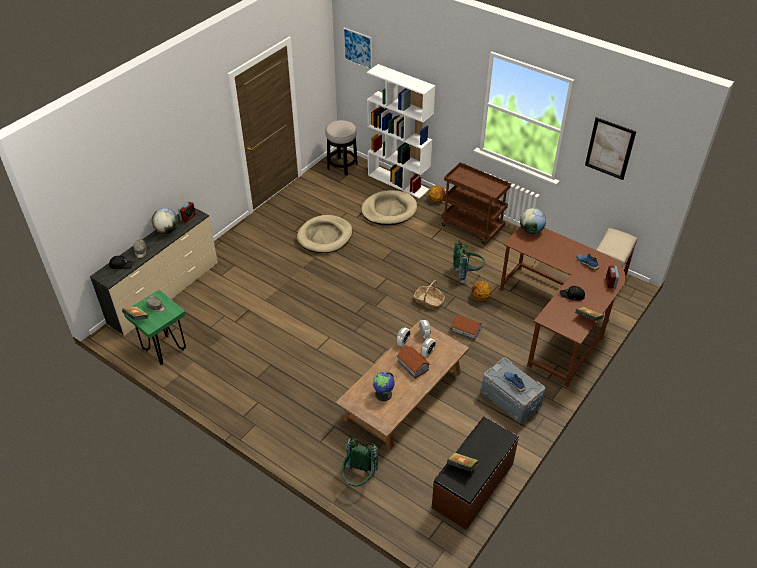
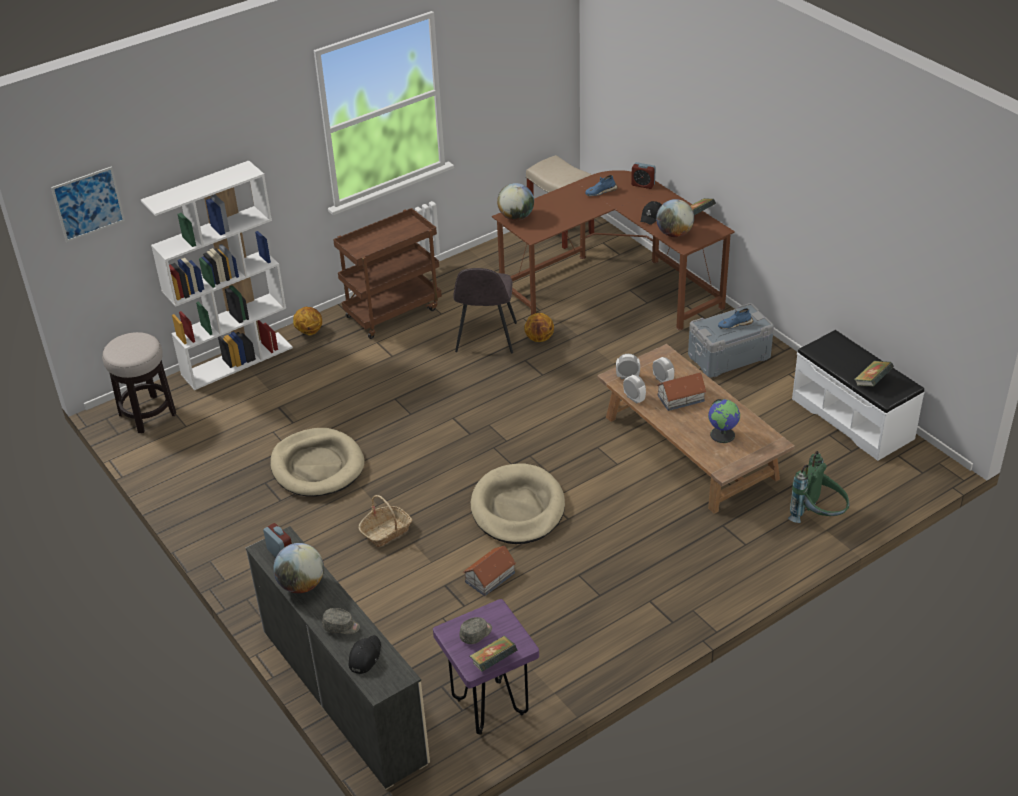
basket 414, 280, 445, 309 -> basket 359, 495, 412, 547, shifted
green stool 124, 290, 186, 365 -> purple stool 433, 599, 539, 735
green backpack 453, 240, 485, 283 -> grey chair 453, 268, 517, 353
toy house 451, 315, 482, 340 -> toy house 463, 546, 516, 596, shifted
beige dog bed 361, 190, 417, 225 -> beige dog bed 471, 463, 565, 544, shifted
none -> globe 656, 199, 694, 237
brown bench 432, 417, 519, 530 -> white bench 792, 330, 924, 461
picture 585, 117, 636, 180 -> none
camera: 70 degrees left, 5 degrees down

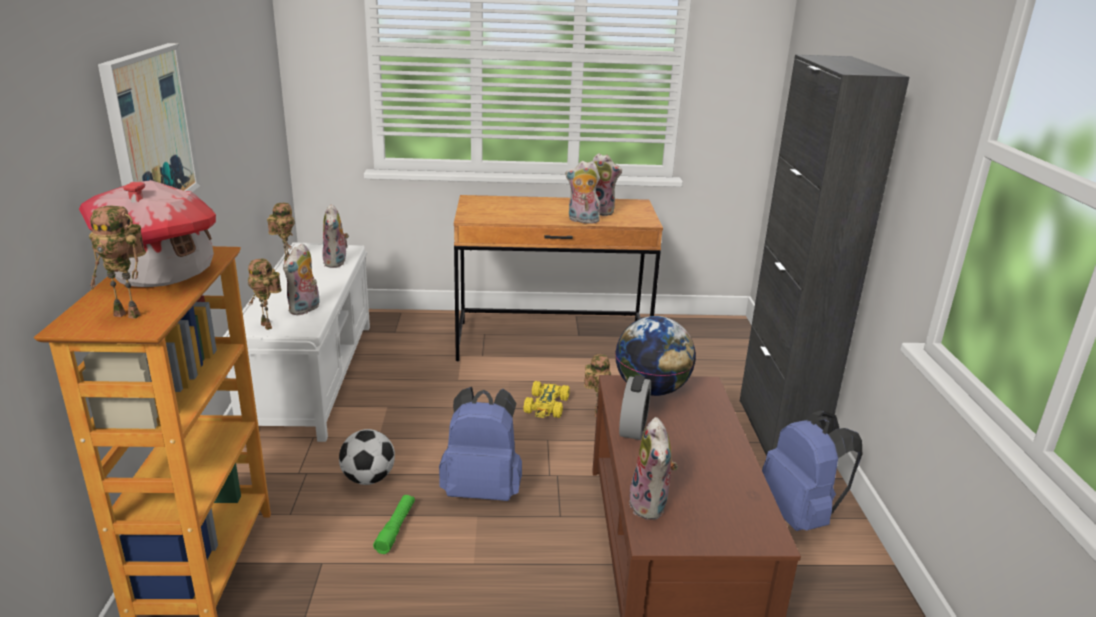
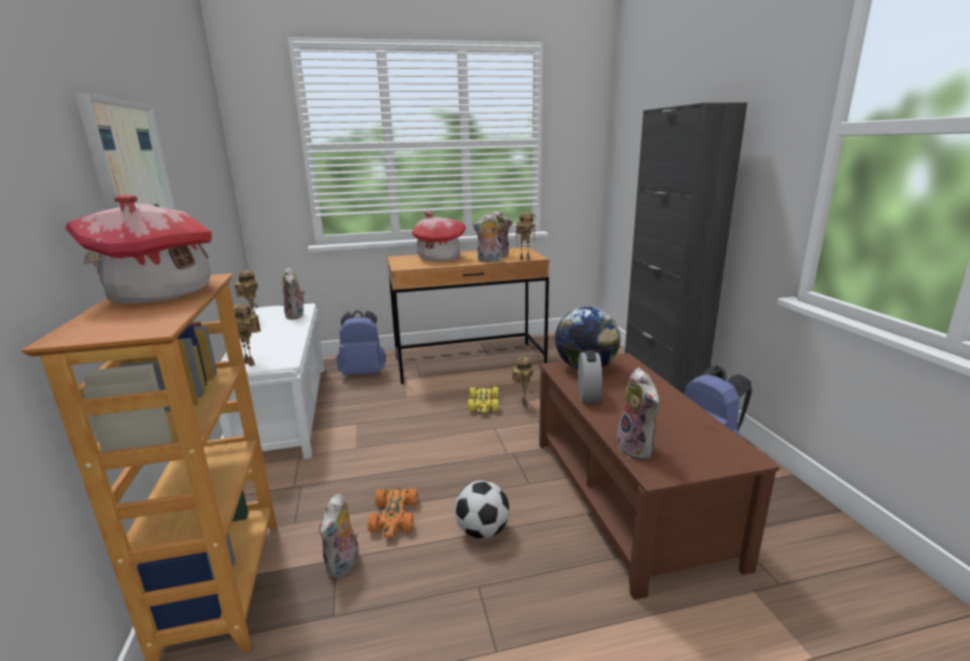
plush toy 283, 243, 320, 315 -> plush toy 319, 494, 359, 579, shifted
blue backpack 439, 387, 522, 501 -> blue backpack 336, 310, 385, 375, shifted
green flashlight 373, 495, 415, 554 -> orange toy car 368, 488, 418, 537
none -> toy house 412, 211, 466, 261
football 339, 429, 395, 485 -> football 454, 480, 510, 539, shifted
toy robot 89, 206, 146, 319 -> toy robot 516, 213, 536, 261, shifted
camera: 10 degrees left, 5 degrees down

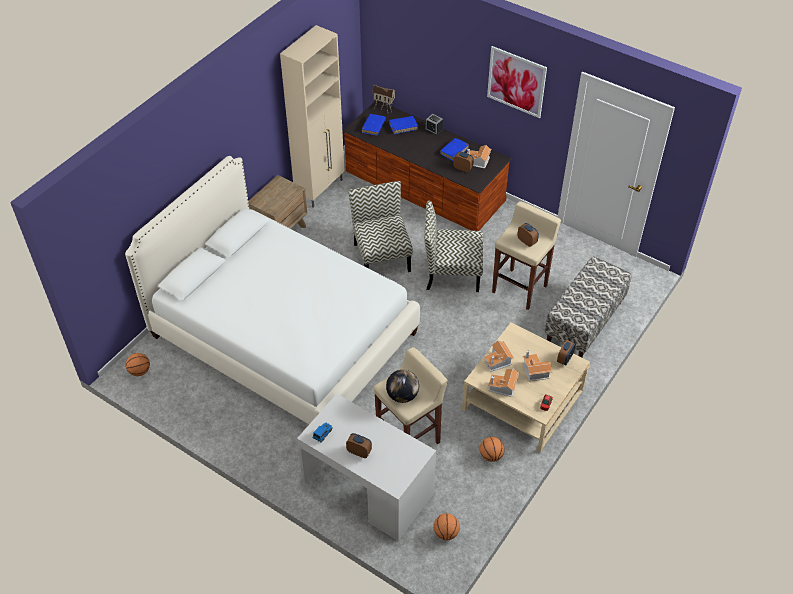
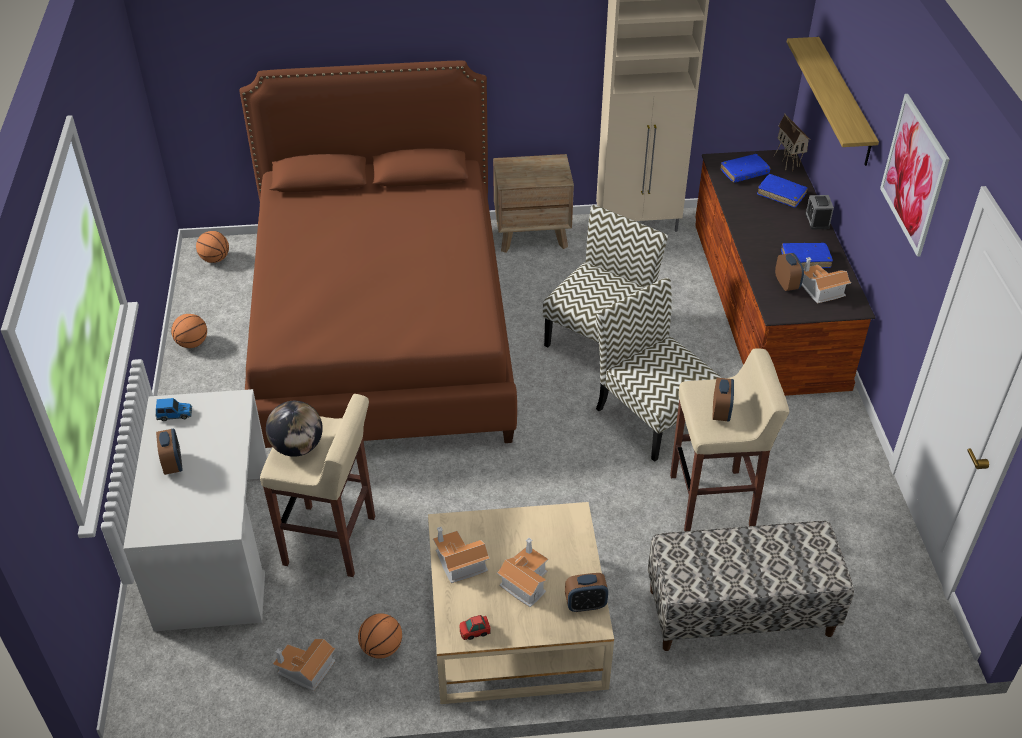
basketball 433, 513, 460, 540 -> basketball 171, 314, 207, 348, shifted
white bed 125, 156, 420, 424 -> brown bed 239, 61, 517, 448
toy house 484, 340, 514, 372 -> toy house 273, 639, 336, 691, shifted
none -> shelf 787, 37, 879, 166
camera: 50 degrees right, 5 degrees down

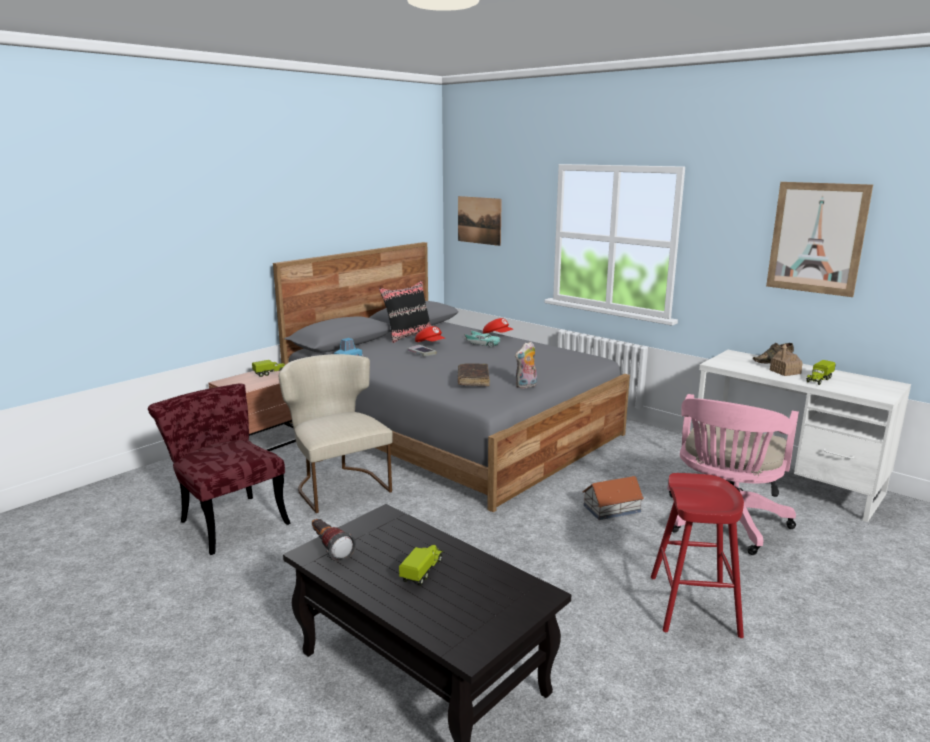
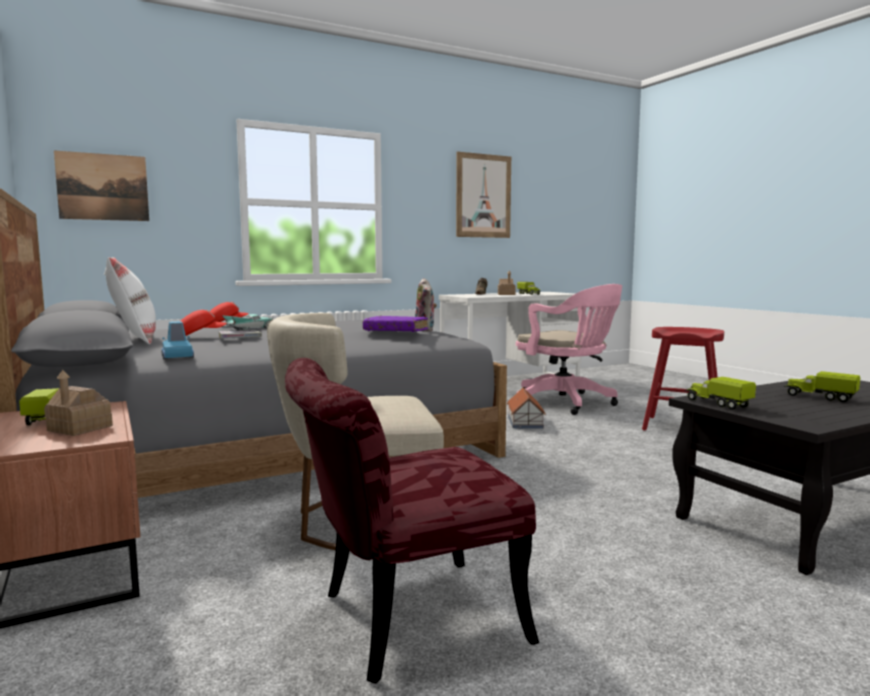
none -> toy house 44, 370, 113, 436
black pillow 379, 281, 431, 343 -> white pillow 104, 257, 156, 344
brown book 458, 364, 490, 386 -> purple book 363, 316, 428, 332
none -> toy truck 685, 377, 756, 410
flashlight 312, 519, 356, 562 -> none
camera: 70 degrees left, 10 degrees down

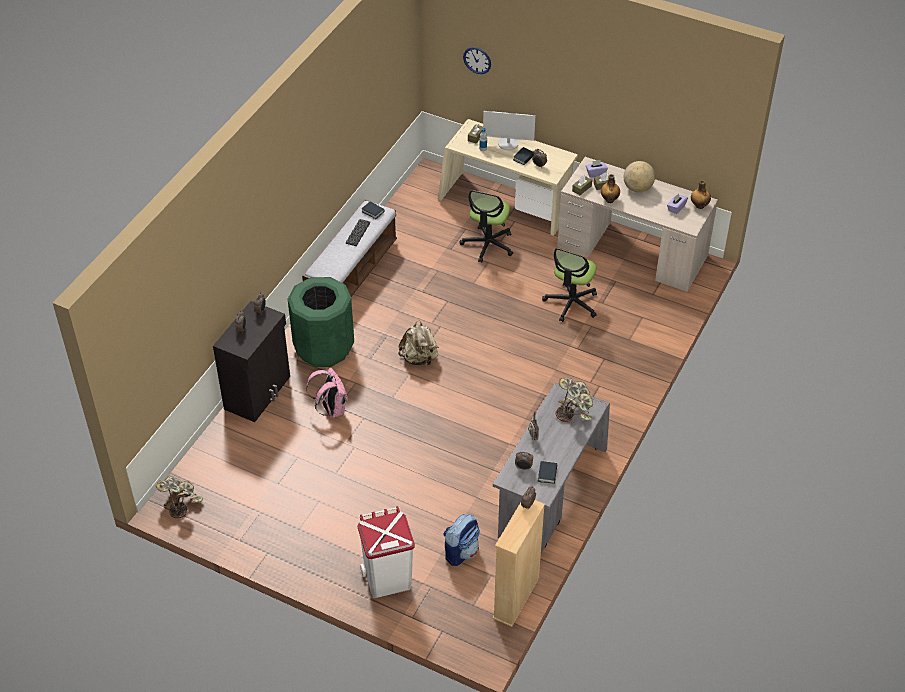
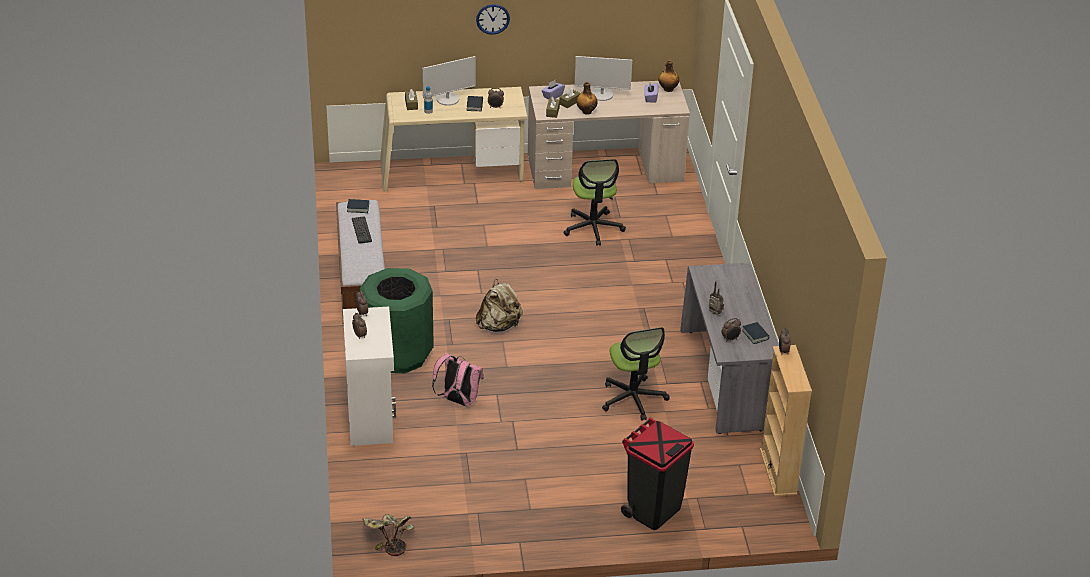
black cabinet 213, 301, 290, 422 -> white cabinet 343, 307, 396, 446
wall clock 463, 47, 491, 74 -> wall clock 476, 4, 510, 35, shifted
globe 624, 161, 655, 193 -> monitor 575, 56, 632, 101
office chair 460, 190, 513, 263 -> office chair 602, 327, 670, 421, shifted
white trash can 358, 506, 415, 598 -> black trash can 621, 418, 694, 530
backpack 443, 514, 480, 566 -> none
potted plant 555, 378, 593, 422 -> none
camera: 35 degrees left, 10 degrees down

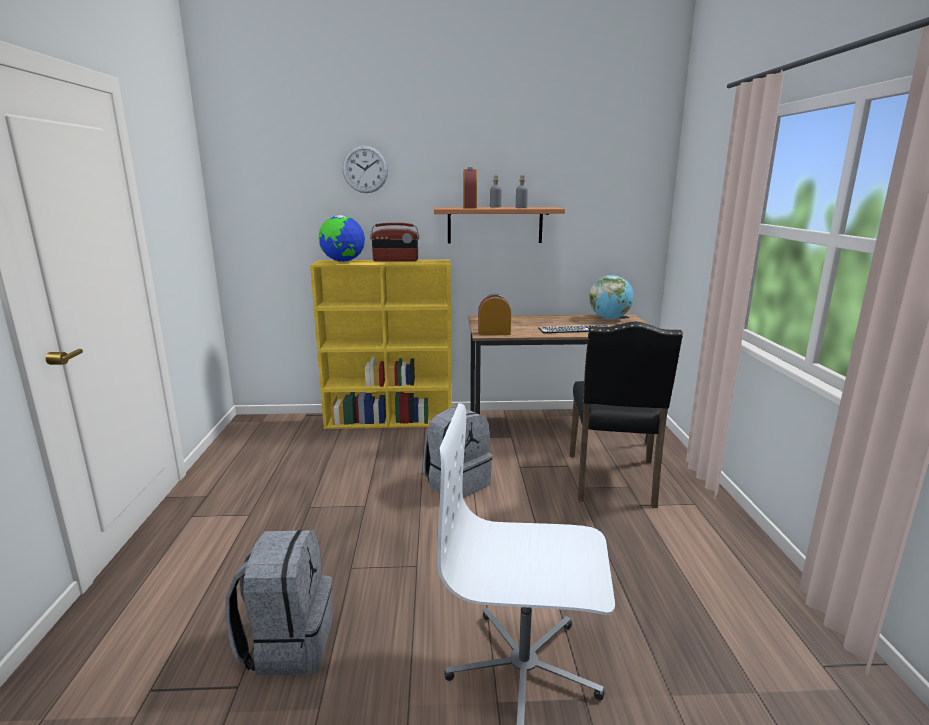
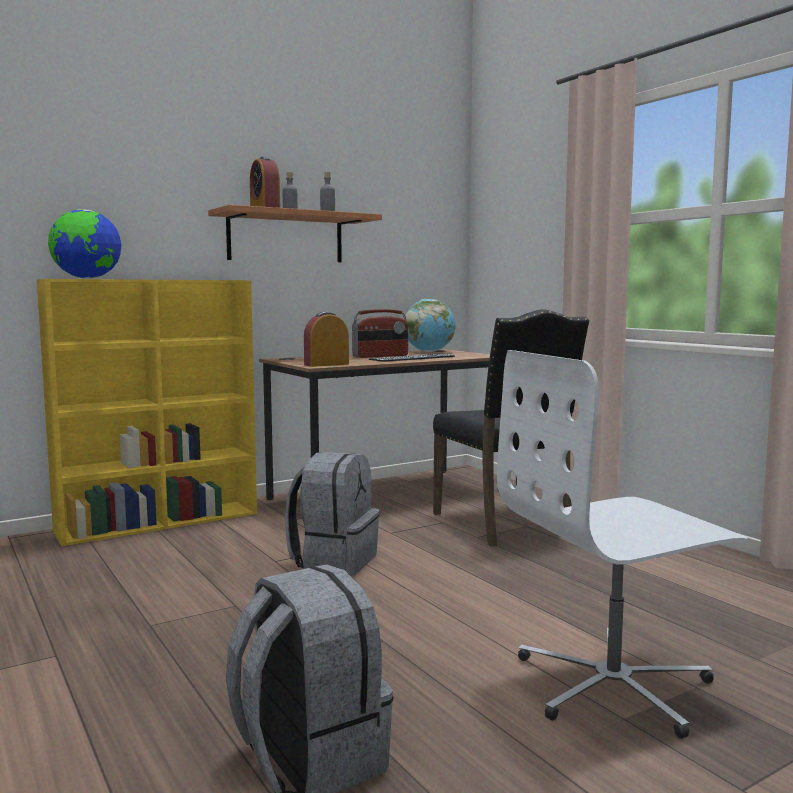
radio 370, 223, 419, 262 -> radio 352, 309, 408, 358, shifted
wall clock 342, 145, 388, 193 -> none
camera: 30 degrees left, 10 degrees down

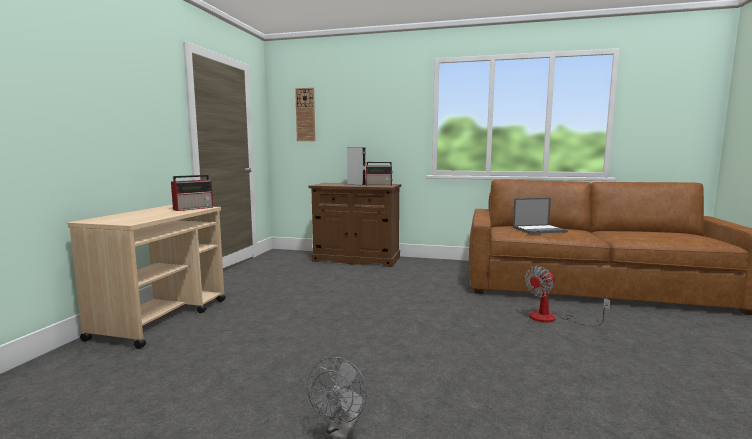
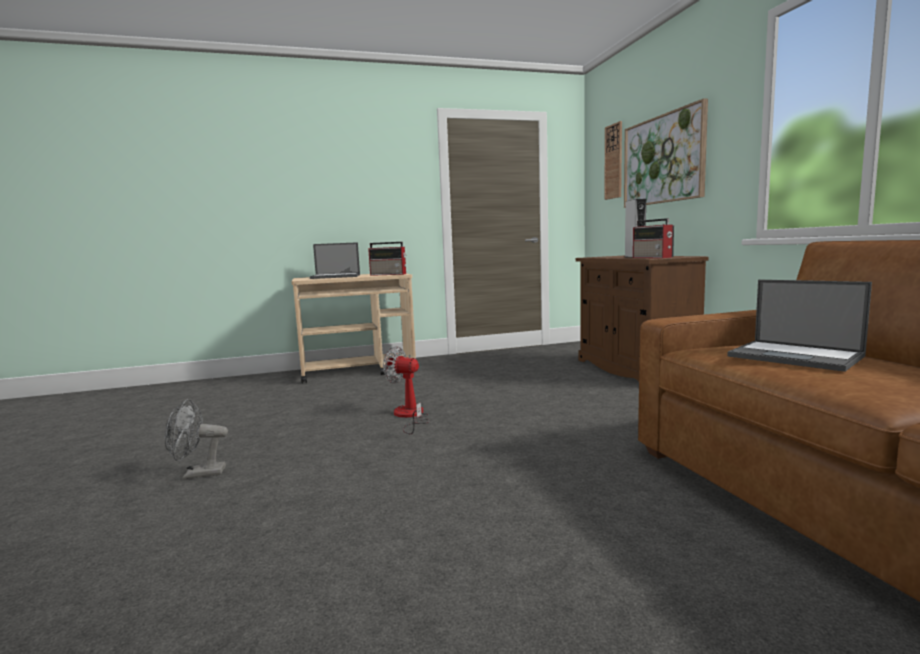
none -> laptop 310, 242, 360, 279
fan 525, 266, 611, 326 -> fan 383, 346, 429, 434, shifted
none -> picture 624, 98, 708, 208
camera: 60 degrees right, 0 degrees up

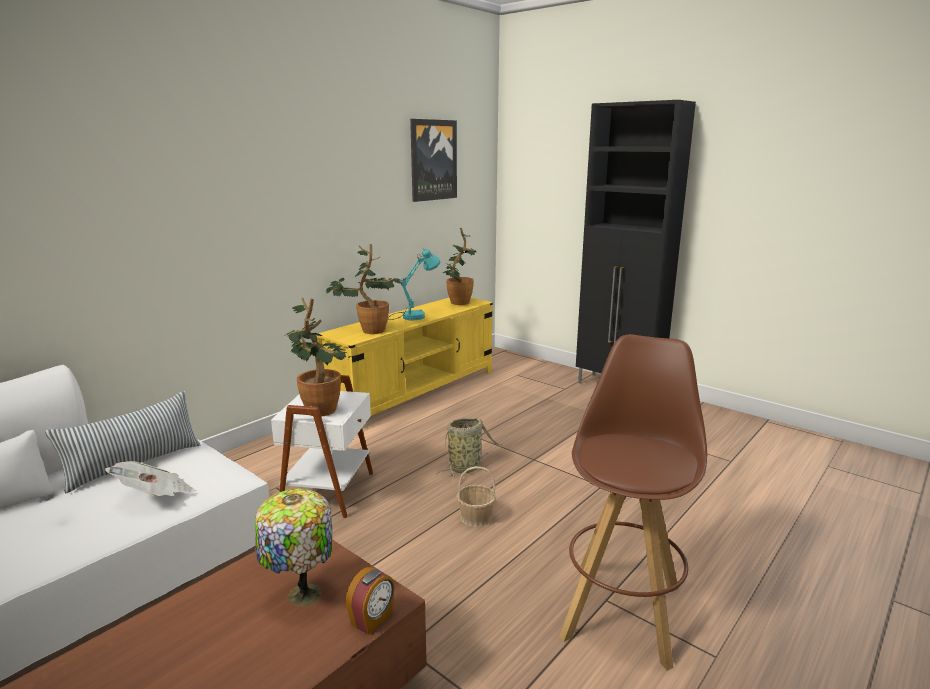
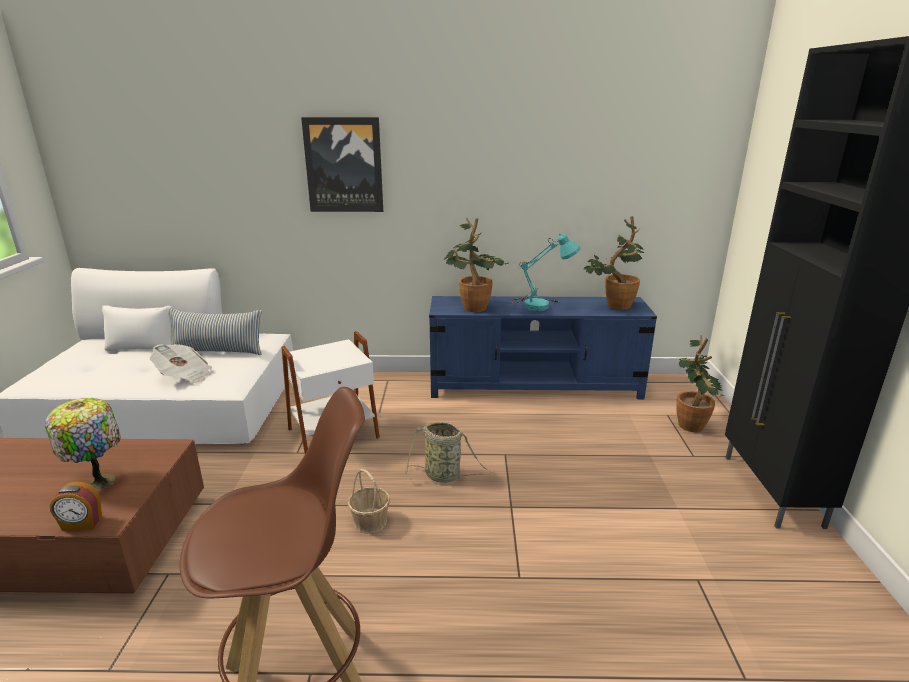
picture 410, 119, 457, 202 -> picture 301, 117, 383, 212, shifted
yellow tv stand 316, 298, 493, 416 -> blue tv stand 429, 296, 657, 399
potted plant 284, 298, 355, 416 -> potted plant 677, 335, 726, 432, shifted
camera: 50 degrees right, 5 degrees up

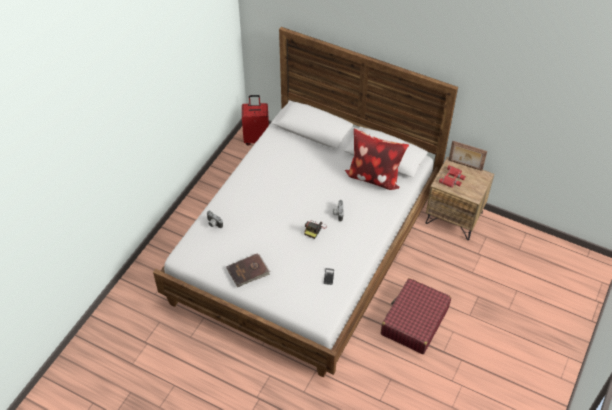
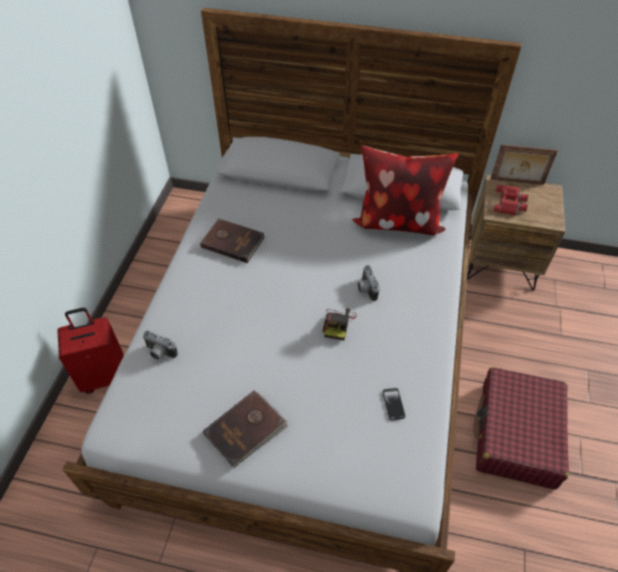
red suitcase 242, 95, 269, 146 -> red suitcase 57, 308, 124, 394, shifted
none -> brown book 200, 218, 265, 263
camera: 15 degrees left, 0 degrees up

